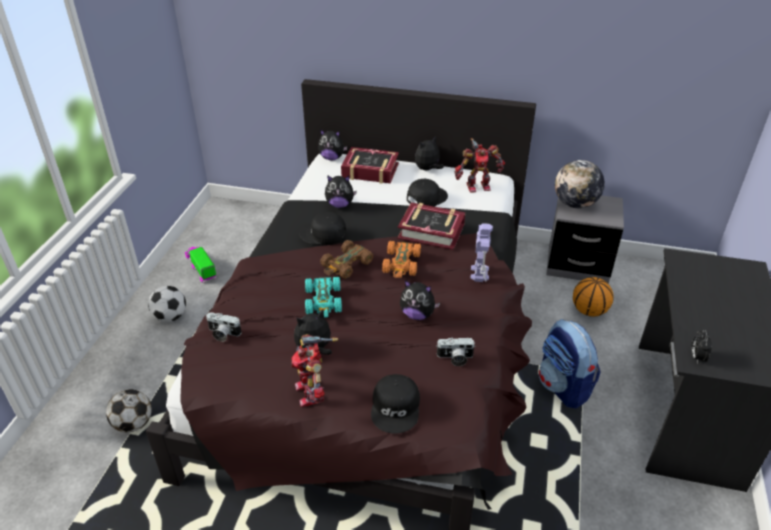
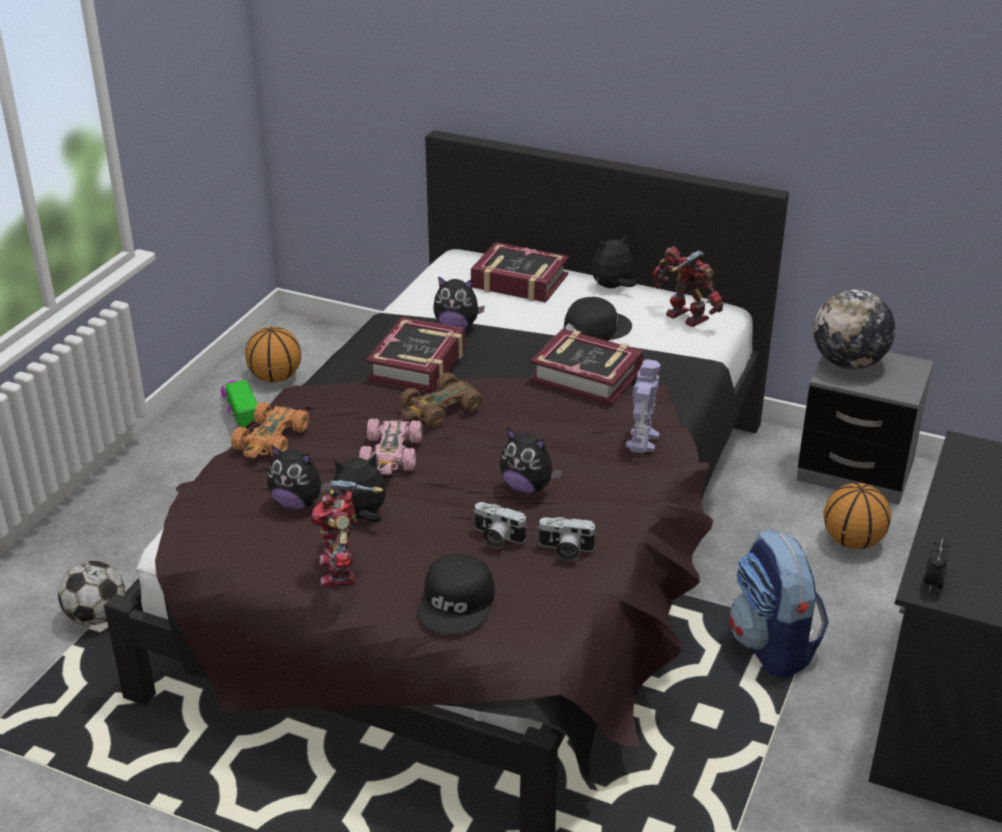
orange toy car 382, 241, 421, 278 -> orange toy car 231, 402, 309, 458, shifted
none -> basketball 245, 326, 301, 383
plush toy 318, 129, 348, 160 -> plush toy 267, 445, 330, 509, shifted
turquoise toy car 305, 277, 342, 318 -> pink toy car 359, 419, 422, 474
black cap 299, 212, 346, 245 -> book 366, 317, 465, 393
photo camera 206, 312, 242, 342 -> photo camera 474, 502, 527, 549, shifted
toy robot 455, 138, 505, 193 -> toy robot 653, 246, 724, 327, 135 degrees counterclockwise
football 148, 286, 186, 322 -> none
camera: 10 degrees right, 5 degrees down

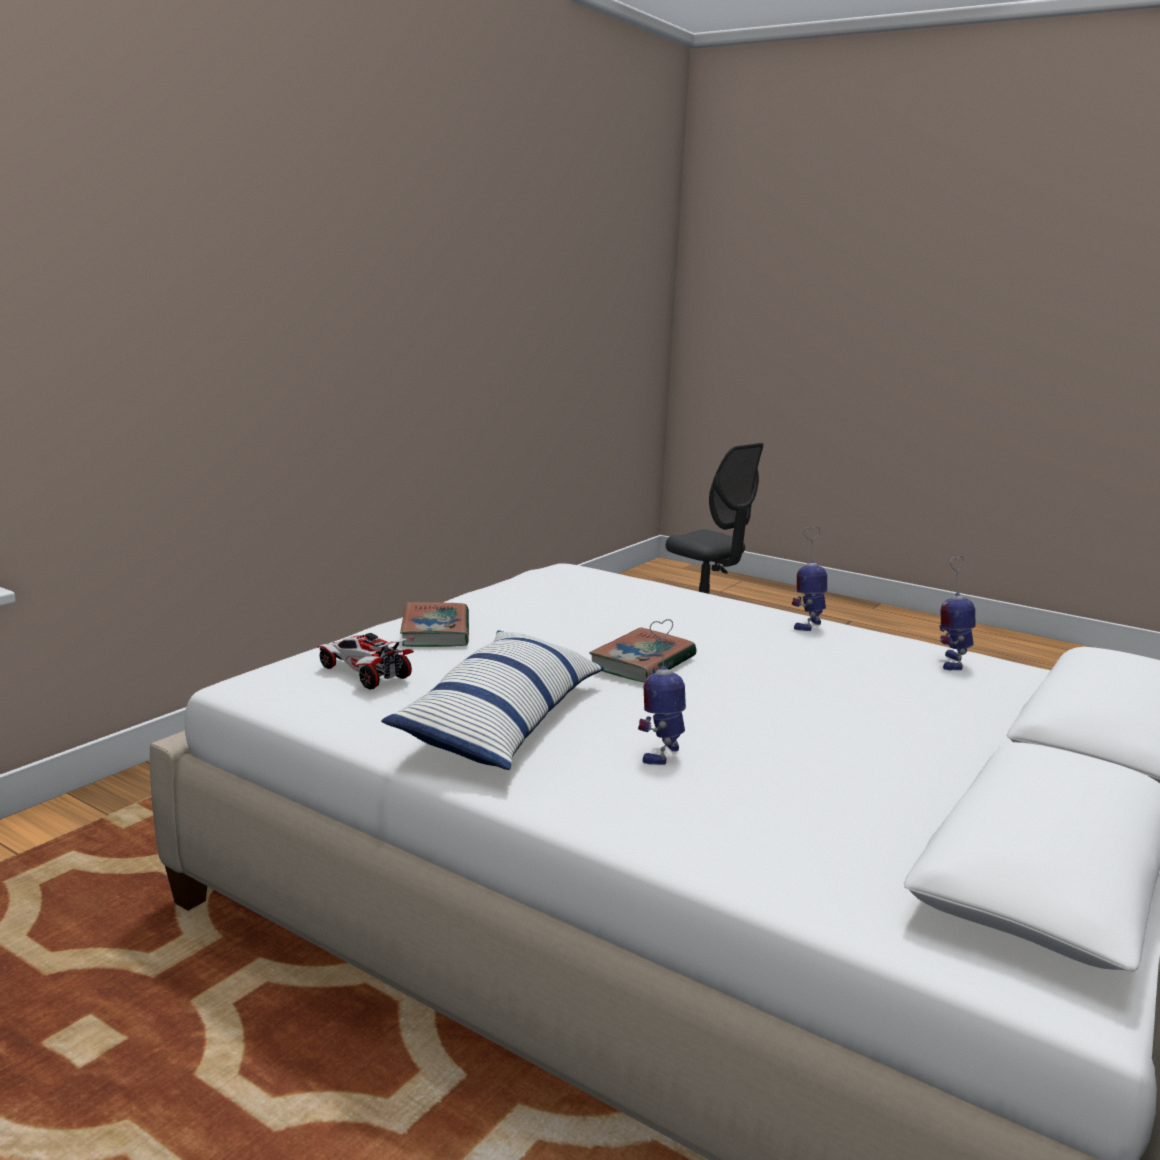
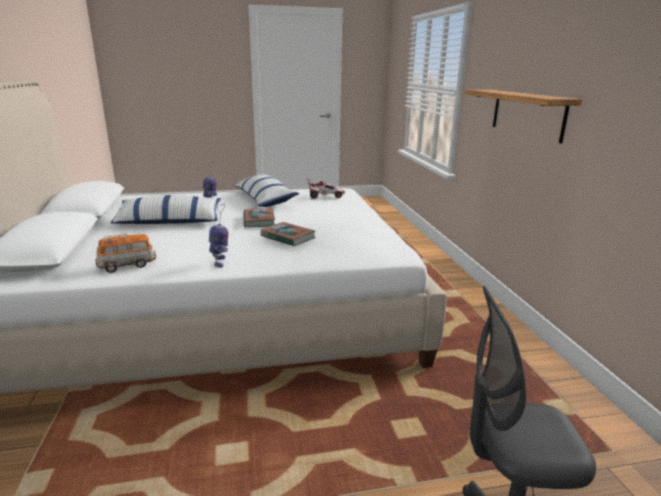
toy robot 939, 556, 976, 670 -> toy car 95, 234, 157, 273
none -> pillow 110, 195, 221, 224
book 400, 602, 469, 647 -> book 261, 222, 315, 246, shifted
none -> shelf 465, 90, 582, 143
camera: 135 degrees right, 5 degrees up

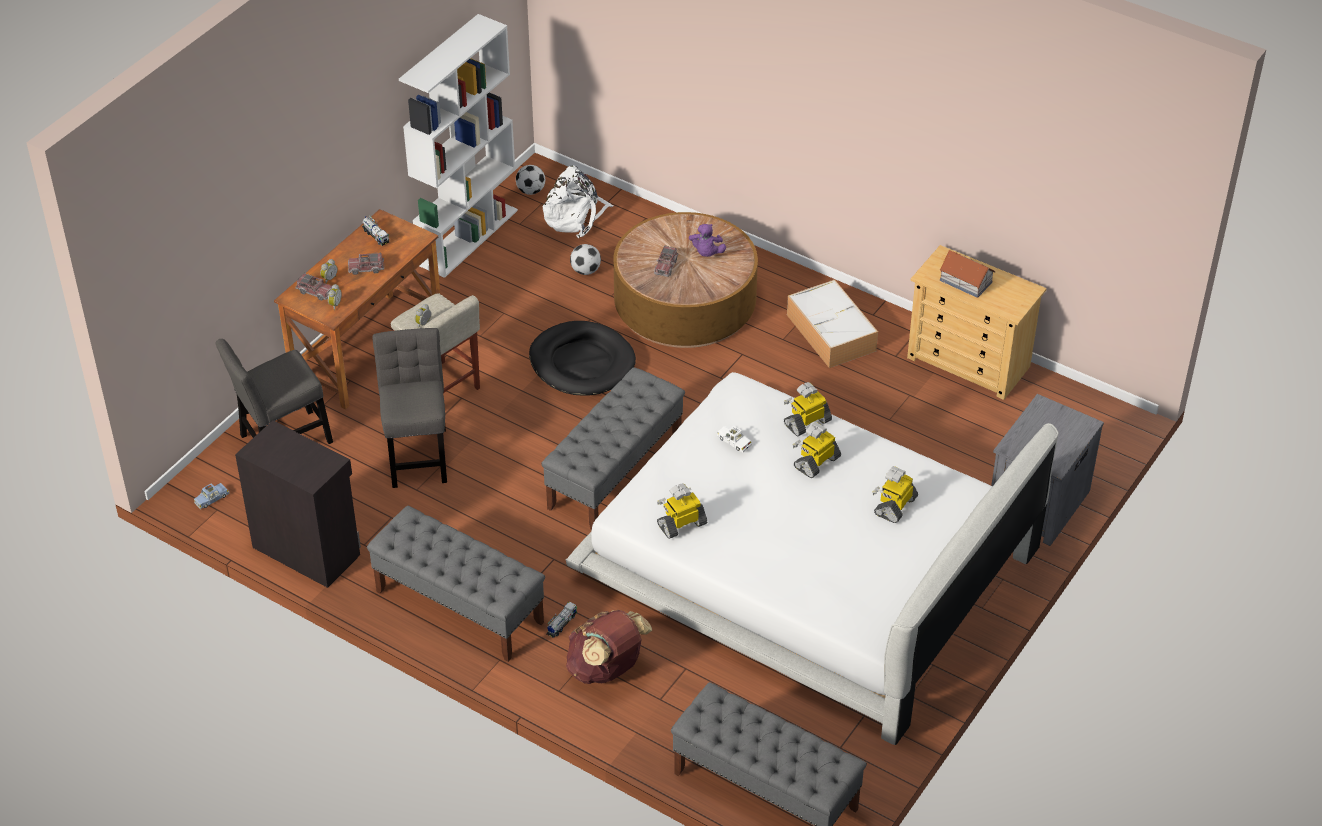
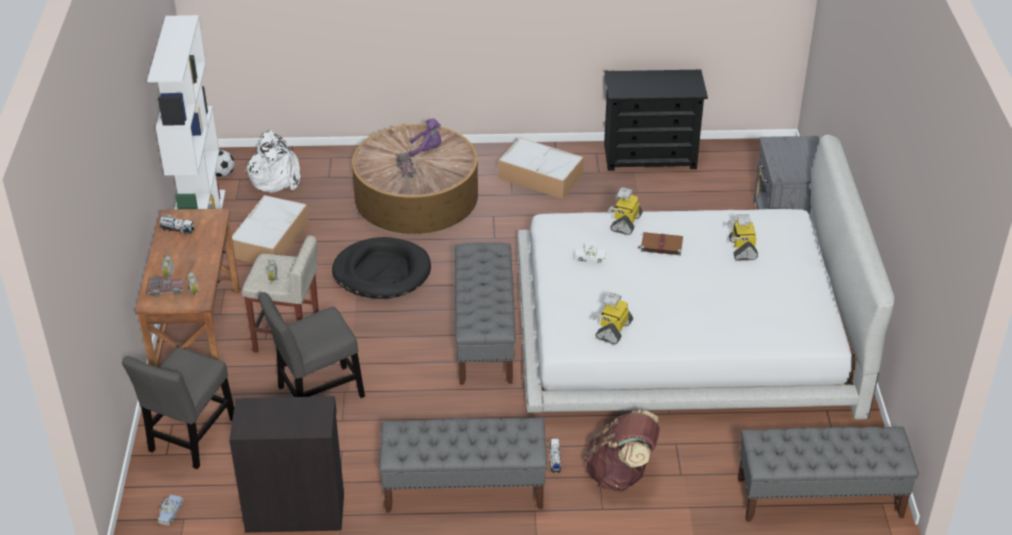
none -> storage box 232, 195, 309, 263
grey chair 372, 328, 447, 488 -> grey chair 258, 292, 365, 398, 75 degrees counterclockwise
purple plush toy 689, 224, 726, 257 -> purple plush toy 409, 119, 442, 157, 60 degrees counterclockwise
beige dresser 907, 245, 1047, 400 -> black dresser 604, 70, 708, 171
toy robot 793, 422, 841, 478 -> brown book 638, 232, 683, 256
toy truck 348, 252, 384, 275 -> none
football 570, 244, 601, 275 -> none
toy house 939, 250, 995, 298 -> none
camera: 35 degrees left, 5 degrees down

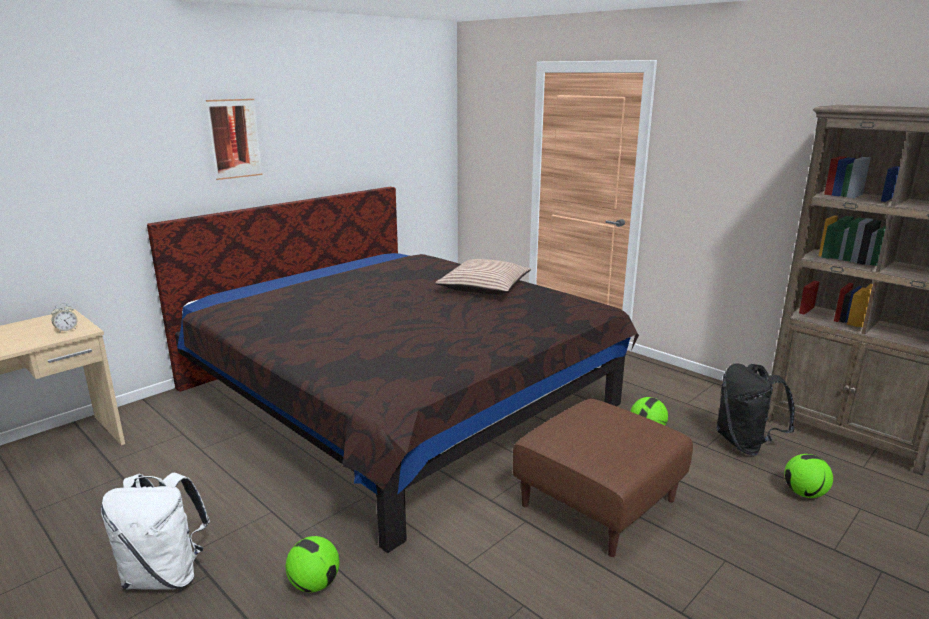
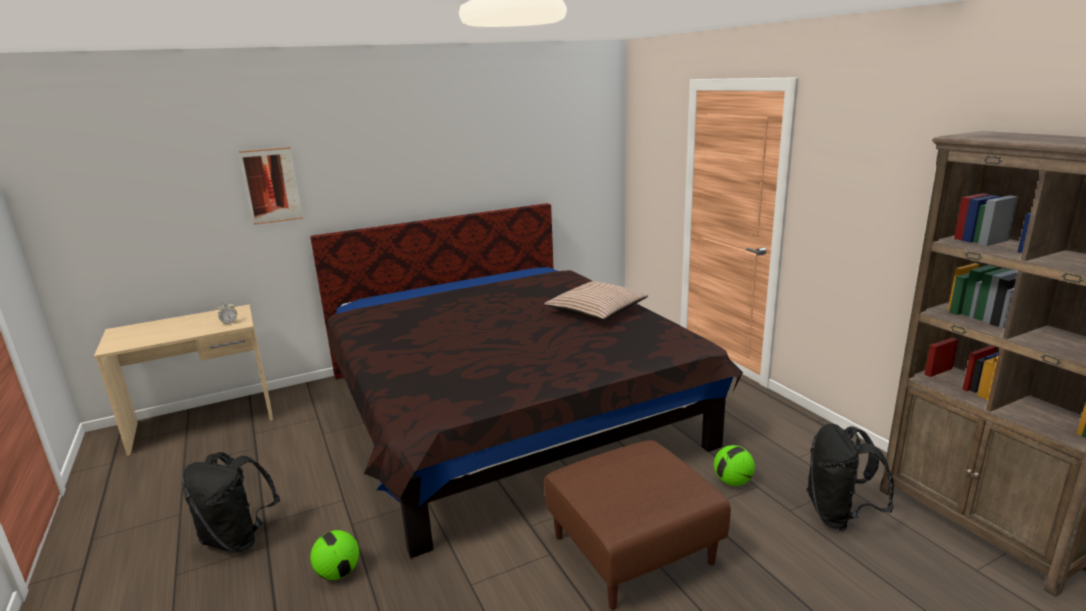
white backpack 101, 473, 210, 590 -> black backpack 182, 452, 280, 553
picture 206, 99, 262, 180 -> picture 239, 147, 303, 225, shifted
football 784, 454, 833, 498 -> none
camera: 20 degrees right, 0 degrees up

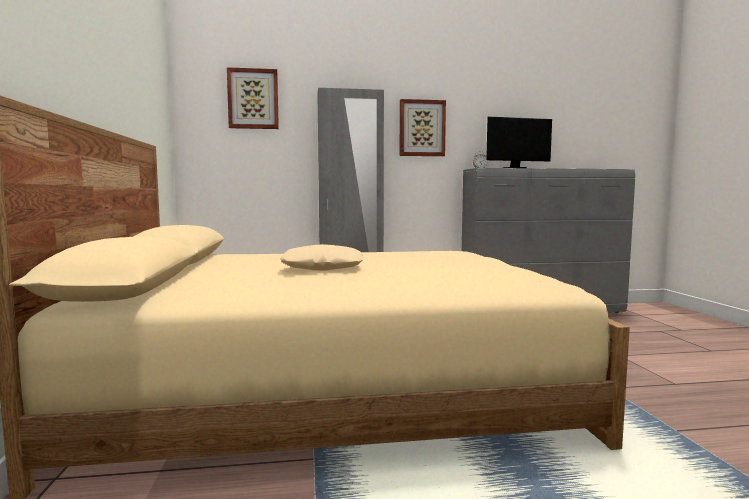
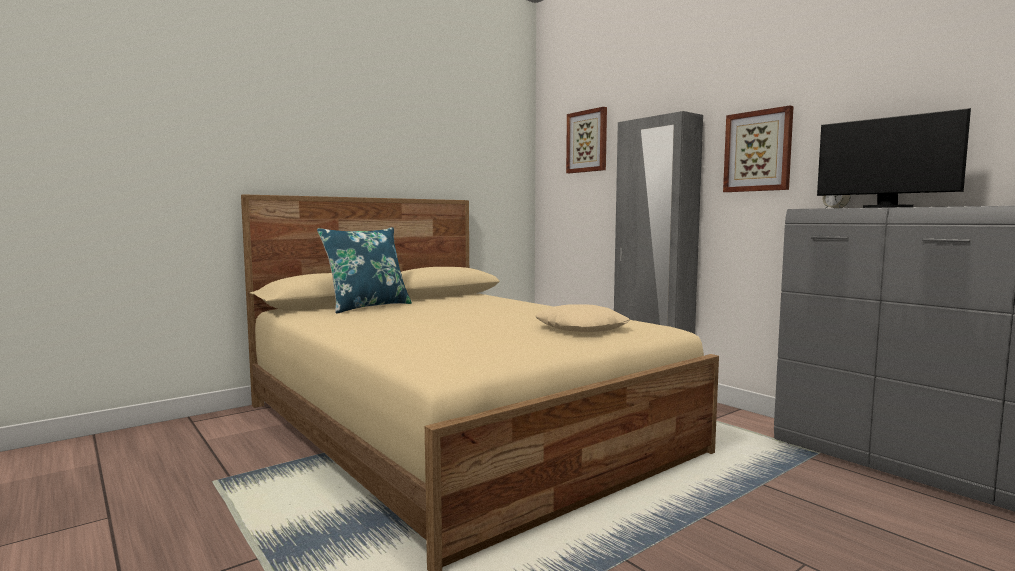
none -> blue pillow 317, 227, 412, 314
beige pillow 280, 244, 364, 270 -> beige pillow 536, 304, 630, 332, shifted
camera: 60 degrees right, 0 degrees up

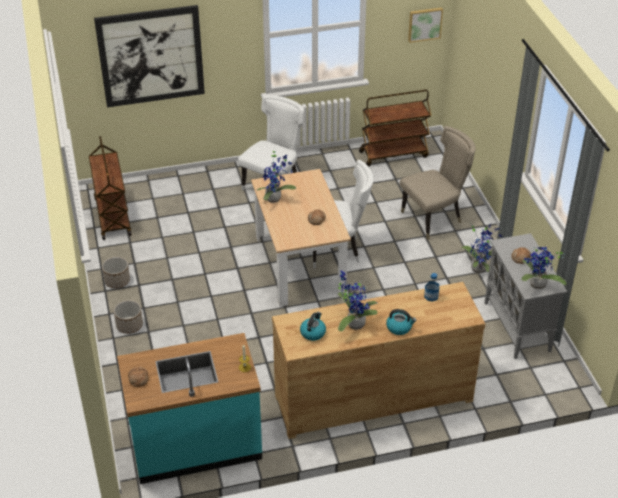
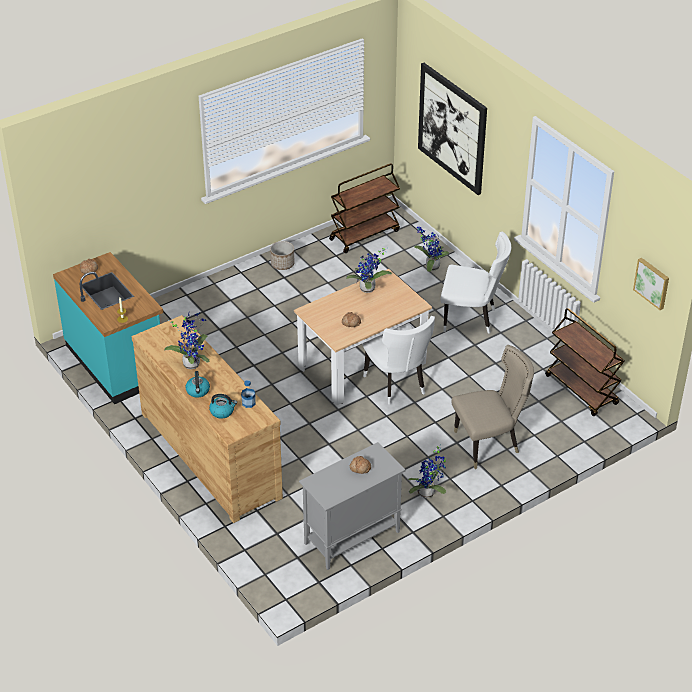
kettle 300, 312, 326, 341 -> kettle 209, 394, 237, 419, shifted
potted plant 521, 247, 567, 289 -> potted plant 414, 227, 449, 272, shifted
beige chair 400, 126, 475, 240 -> beige chair 452, 345, 534, 469, 60 degrees counterclockwise
planter 114, 300, 143, 334 -> none
camera: 70 degrees right, 0 degrees up

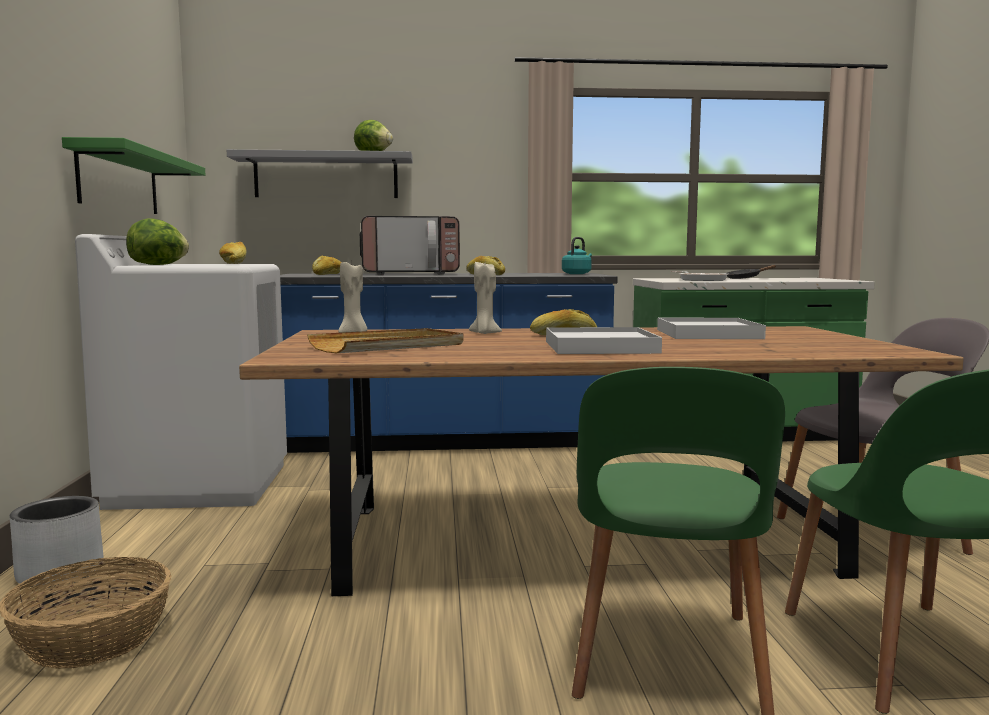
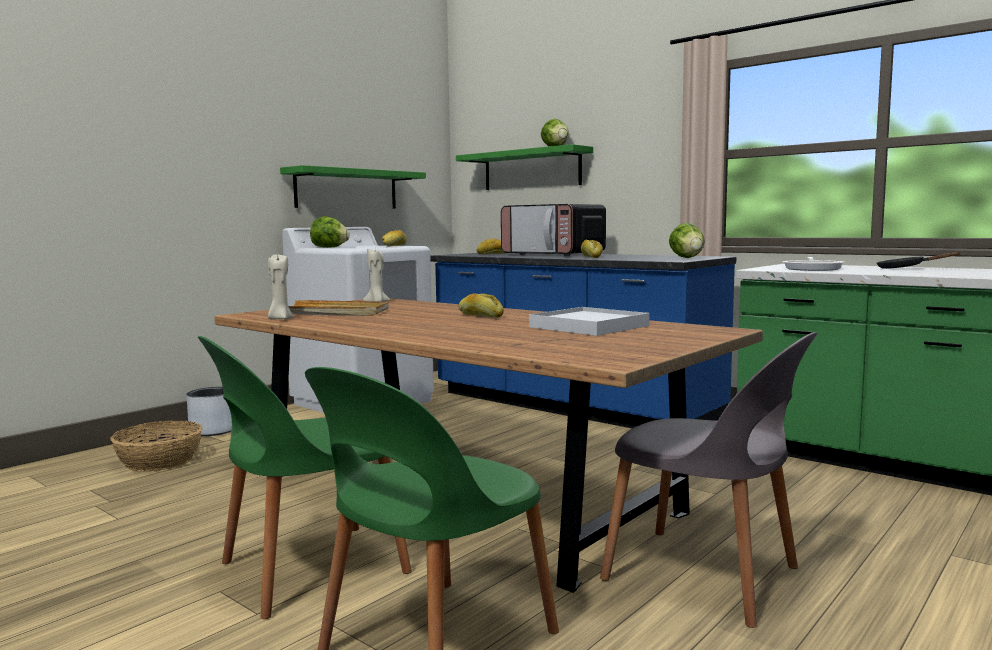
beige candle 469, 262, 502, 334 -> beige candle 268, 255, 293, 320, shifted
grey shelf 227, 149, 413, 198 -> green shelf 456, 144, 593, 190
turquoise kettle 562, 237, 592, 274 -> lettuce 669, 223, 705, 258
white tray 546, 327, 662, 354 -> none
camera: 45 degrees right, 0 degrees up

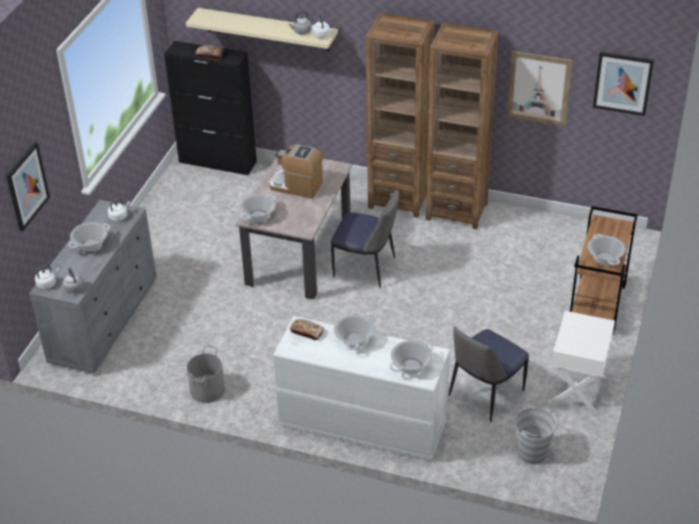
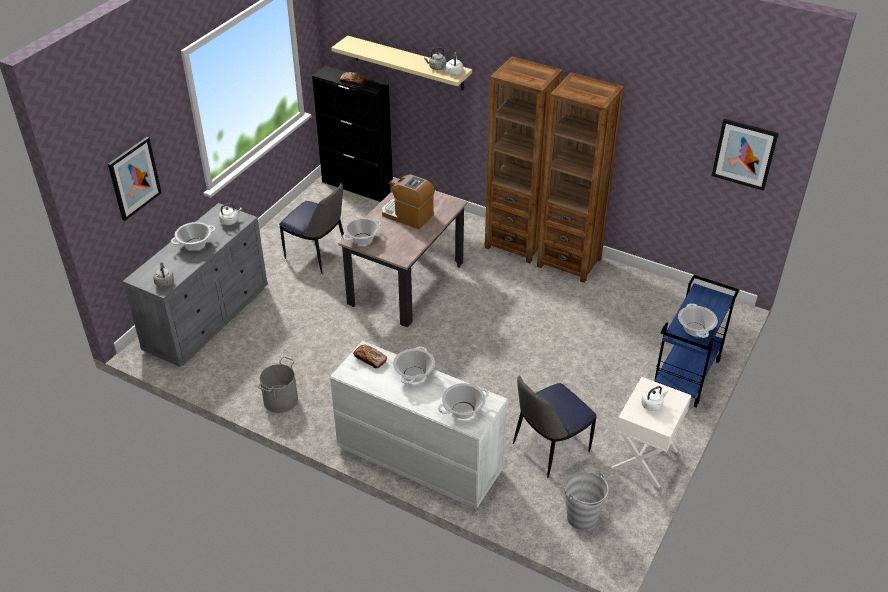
chair 331, 190, 399, 288 -> chair 279, 183, 344, 274, shifted
white kettle 35, 265, 59, 289 -> white kettle 641, 386, 668, 411, shifted
brown cart 570, 206, 638, 334 -> blue cart 654, 275, 739, 407
picture 507, 51, 573, 126 -> none
camera: 10 degrees right, 0 degrees up

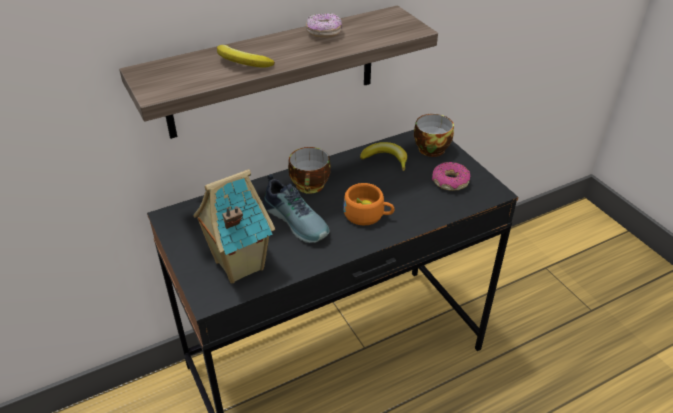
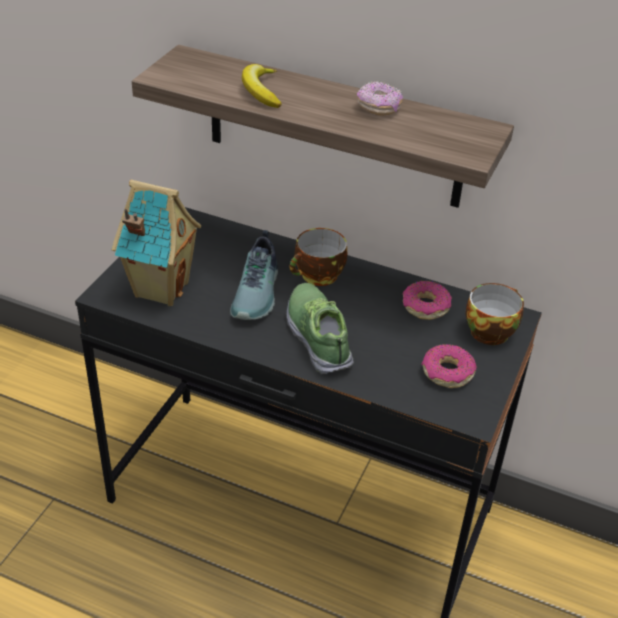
orange cup 343, 183, 394, 225 -> shoe 286, 283, 354, 374
banana 360, 142, 407, 171 -> donut 402, 281, 452, 320
camera: 50 degrees right, 0 degrees up

